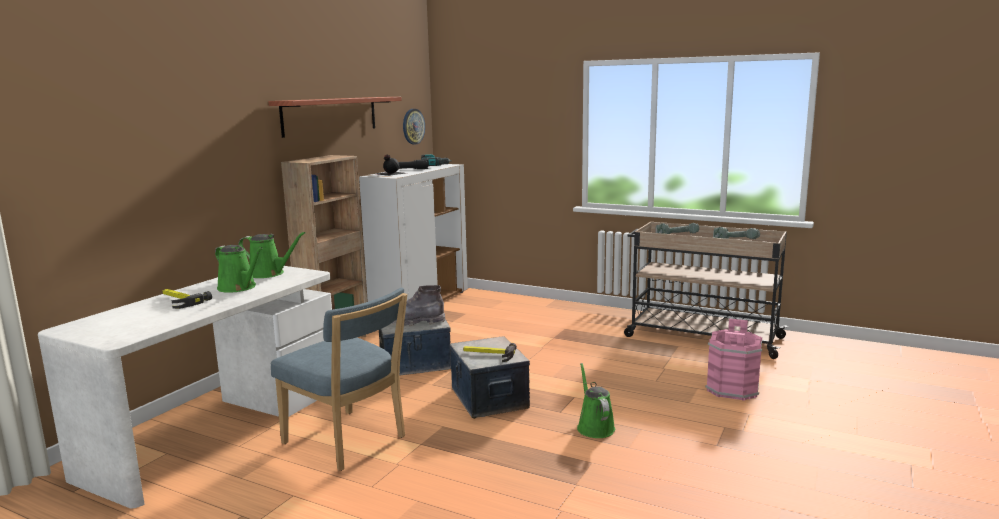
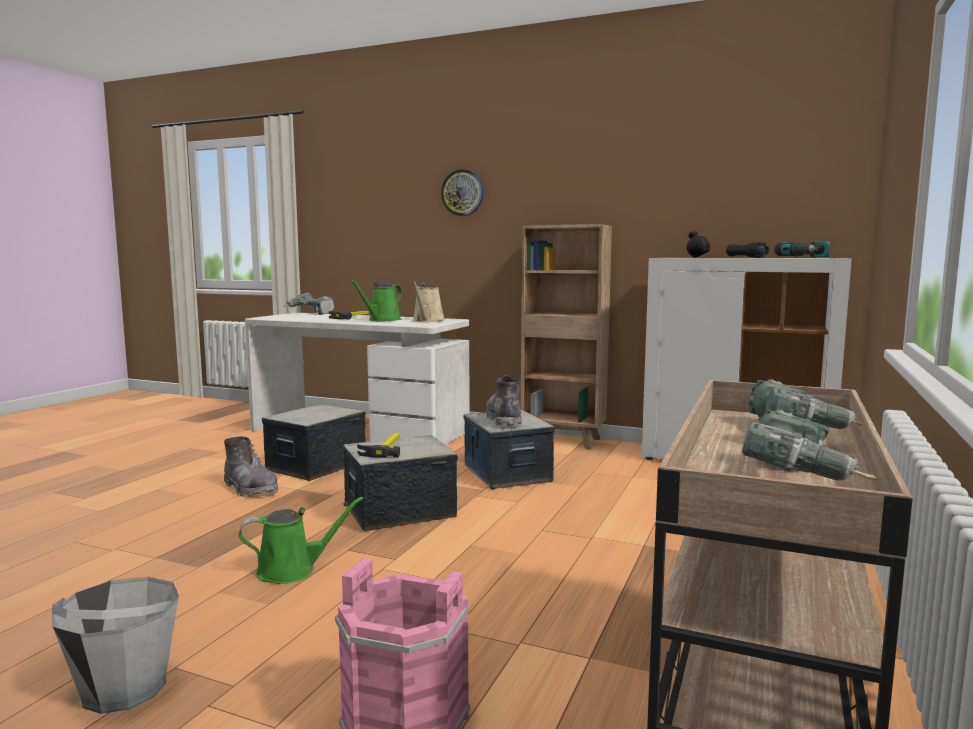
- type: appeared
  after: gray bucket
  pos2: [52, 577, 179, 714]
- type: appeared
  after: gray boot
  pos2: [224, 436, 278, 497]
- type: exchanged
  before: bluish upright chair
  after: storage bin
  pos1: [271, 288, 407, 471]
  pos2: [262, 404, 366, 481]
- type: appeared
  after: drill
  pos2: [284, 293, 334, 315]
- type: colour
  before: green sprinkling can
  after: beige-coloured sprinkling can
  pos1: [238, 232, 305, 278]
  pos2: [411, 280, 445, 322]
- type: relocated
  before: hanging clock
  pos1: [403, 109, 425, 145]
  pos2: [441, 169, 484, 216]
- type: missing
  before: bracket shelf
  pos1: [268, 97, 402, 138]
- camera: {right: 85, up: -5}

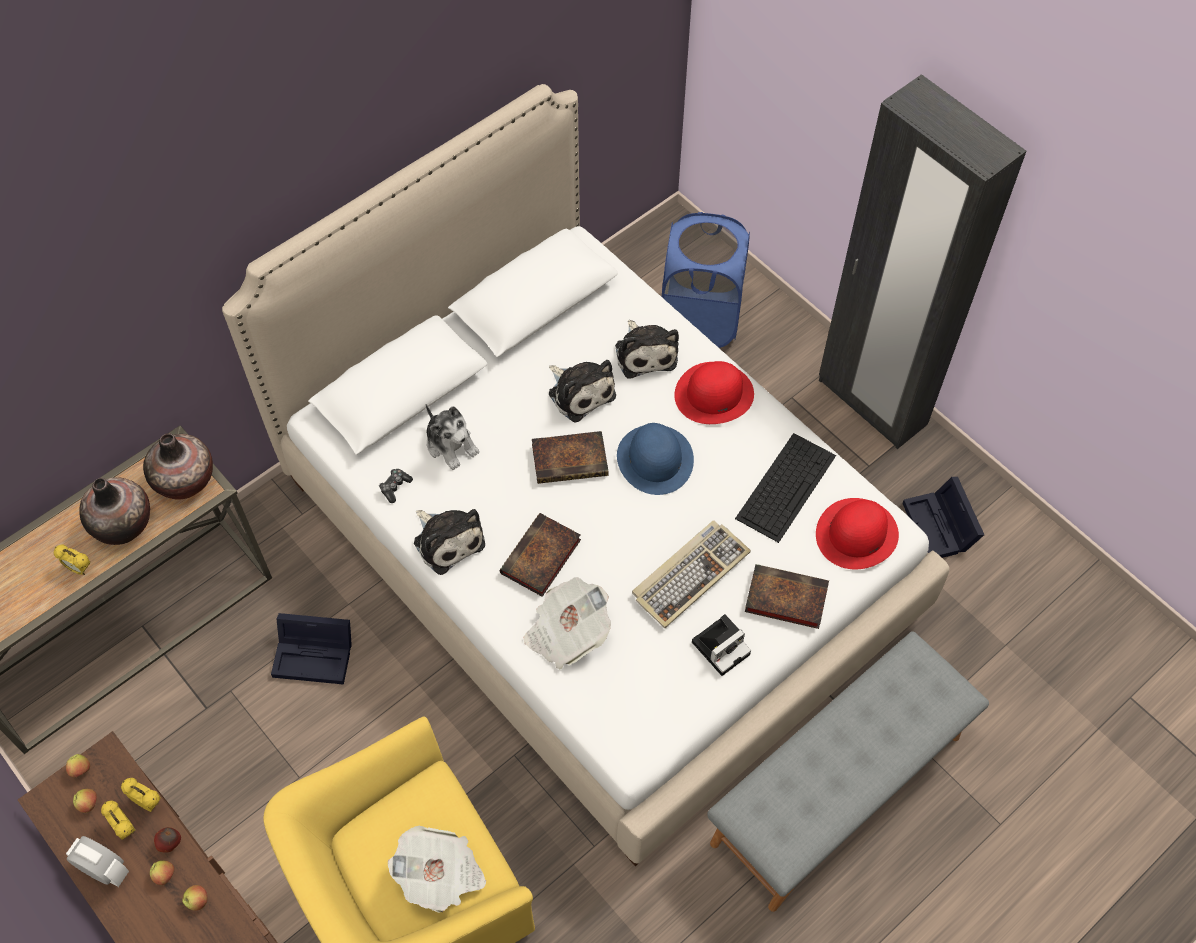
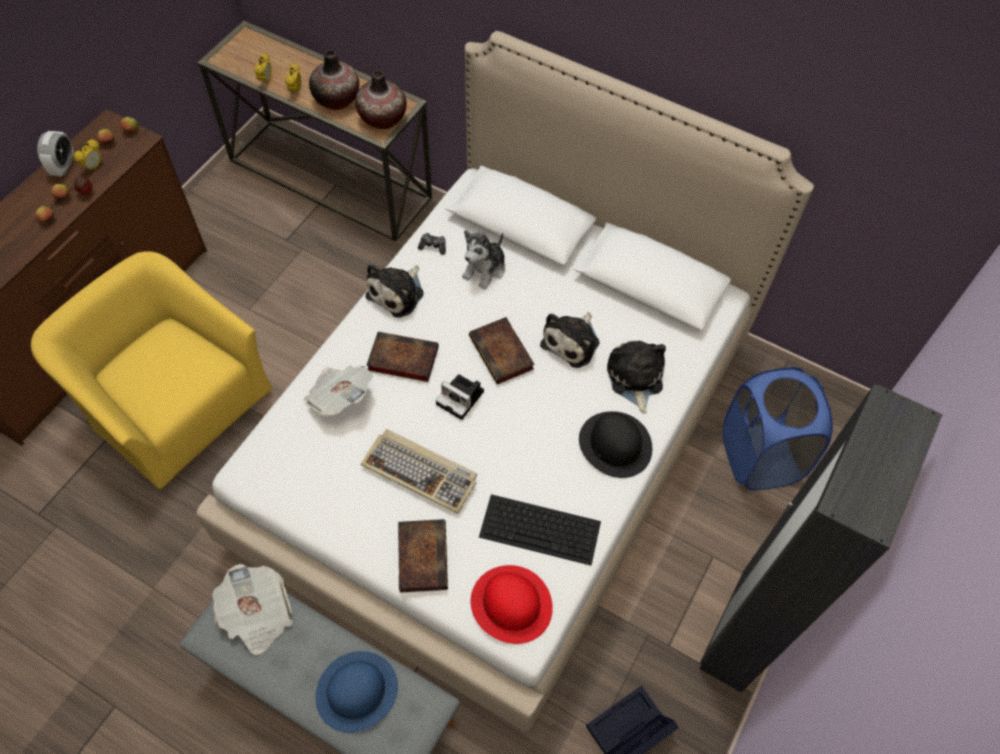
- type: relocated
  before: printed paper
  pos1: [388, 826, 486, 913]
  pos2: [212, 564, 293, 655]
- type: relocated
  before: table clock
  pos1: [121, 778, 161, 812]
  pos2: [254, 53, 272, 85]
- type: relocated
  before: bluish clothing hat
  pos1: [617, 423, 694, 495]
  pos2: [316, 651, 398, 733]
- type: relocated
  before: still camera
  pos1: [692, 614, 751, 676]
  pos2: [436, 374, 484, 420]
- type: colour
  before: red-coloured clothing hat
  after: blackish clothing hat
  pos1: [674, 361, 754, 424]
  pos2: [579, 411, 652, 478]
- type: spun
  before: soft toy
  pos1: [615, 320, 679, 379]
  pos2: [607, 341, 666, 414]
  turn: 120
- type: missing
  before: blackish storage bin
  pos1: [271, 613, 352, 685]
- camera: {right: 70, up: 0}

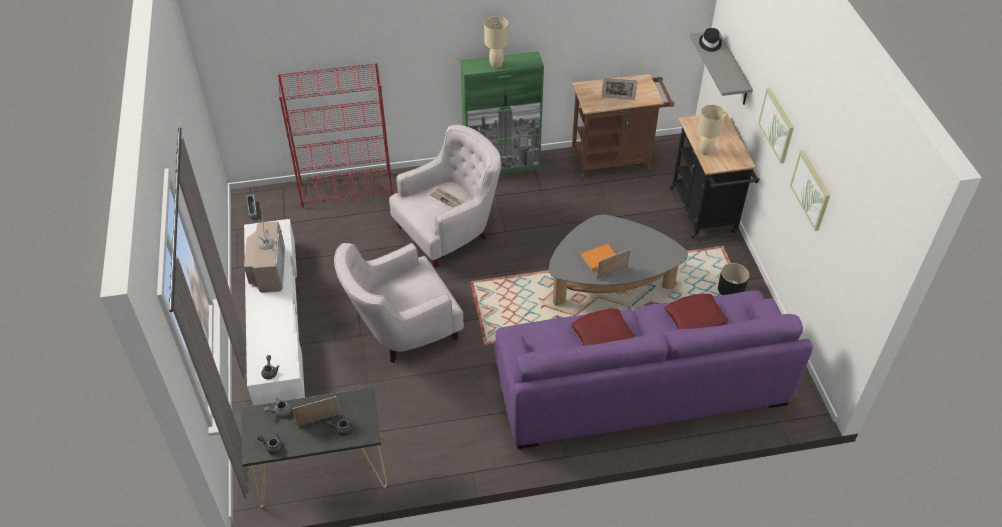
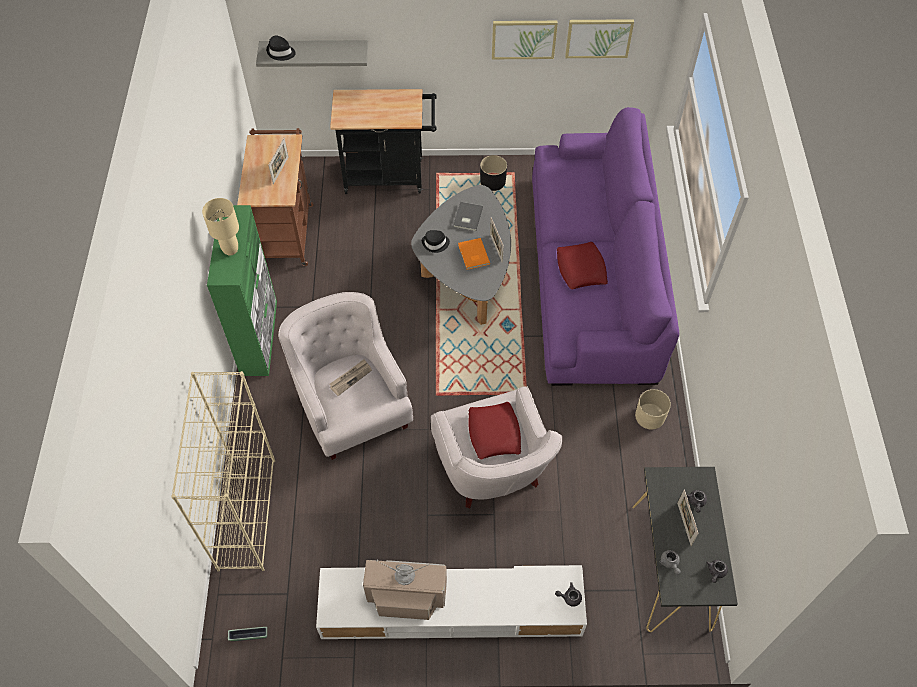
- type: colour
  before: red-coloured bookcase
  after: beige-coloured bookcase
  pos1: [278, 63, 393, 208]
  pos2: [171, 371, 275, 572]
- type: appeared
  after: blackish clothing hat
  pos2: [422, 230, 450, 253]
- type: appeared
  after: gray volume
  pos2: [453, 202, 483, 232]
- type: relocated
  before: red-coloured pillow
  pos1: [664, 294, 729, 330]
  pos2: [468, 402, 521, 459]
- type: relocated
  before: wall art
  pos1: [758, 88, 794, 163]
  pos2: [565, 19, 634, 58]
- type: appeared
  after: beige-coloured plant pot
  pos2: [635, 389, 671, 430]
- type: missing
  before: beige-coloured lamp for a table
  pos1: [698, 105, 726, 155]
- camera: {right: -80, up: 10}

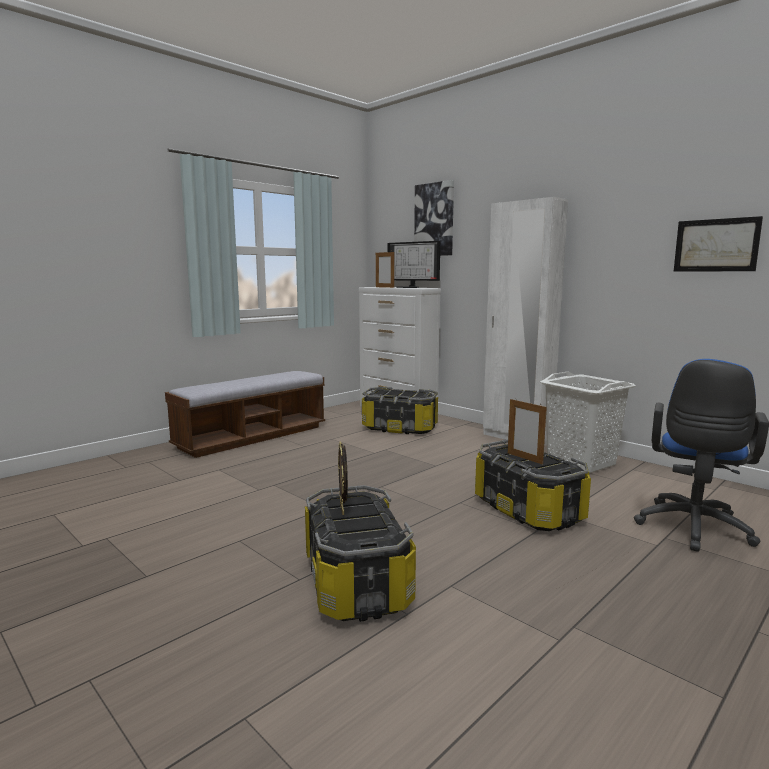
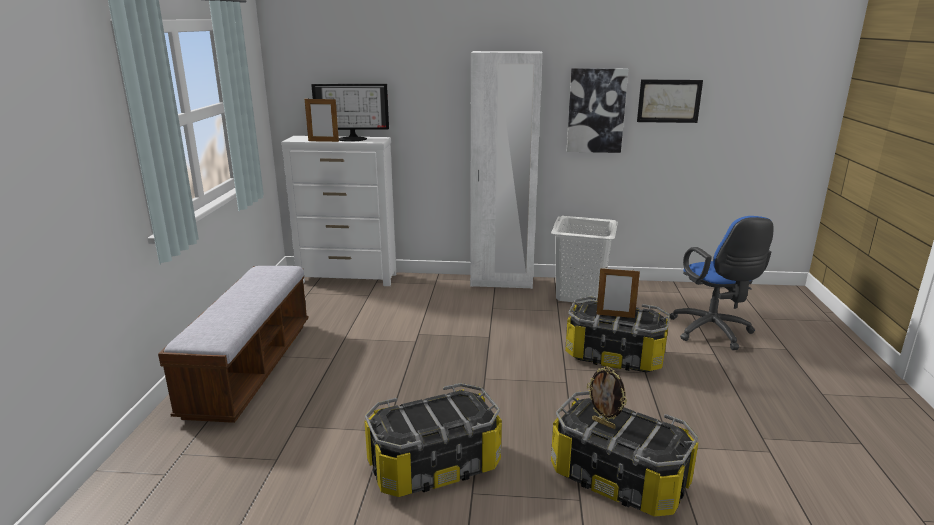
- type: relocated
  before: storage bin
  pos1: [362, 387, 438, 434]
  pos2: [364, 383, 502, 497]
- type: relocated
  before: wall art
  pos1: [414, 180, 454, 256]
  pos2: [567, 68, 628, 153]
- camera: {right: -40, up: 10}

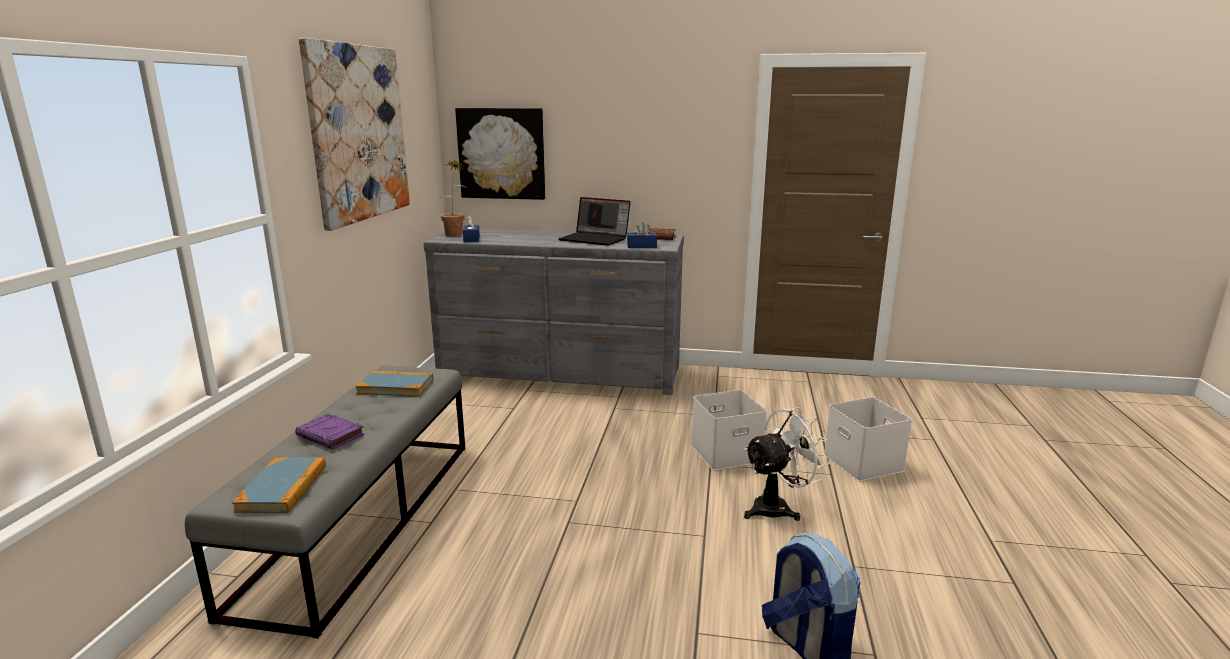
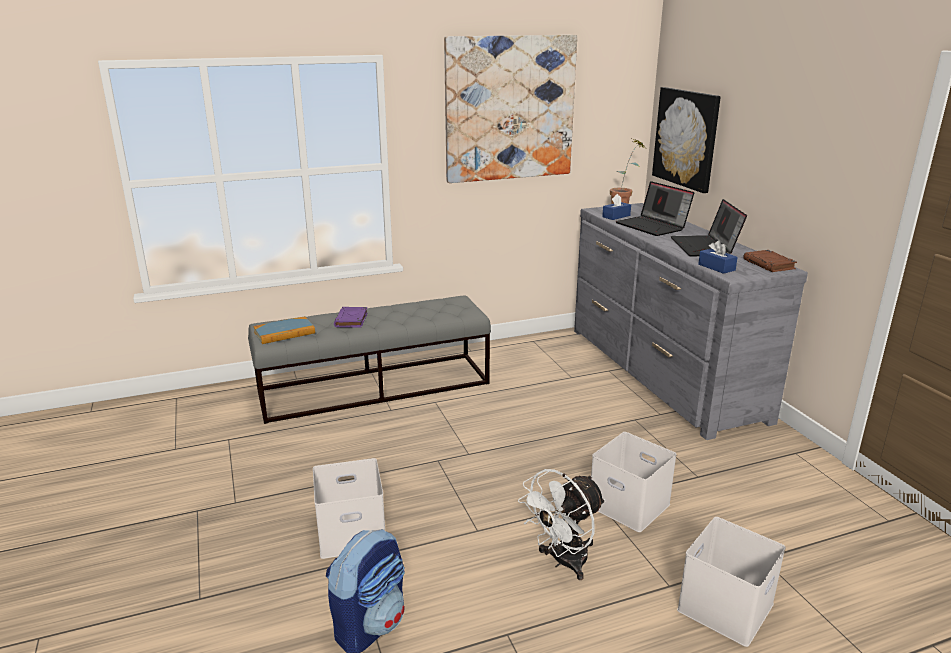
- type: appeared
  after: whitish storage bin
  pos2: [313, 458, 385, 559]
- type: spun
  before: whitish cooling fan
  pos1: [744, 407, 830, 521]
  pos2: [518, 469, 606, 580]
  turn: 105
- type: appeared
  after: portable computer
  pos2: [615, 181, 694, 236]
- type: missing
  before: volume
  pos1: [356, 371, 433, 396]
- camera: {right: 60, up: 5}

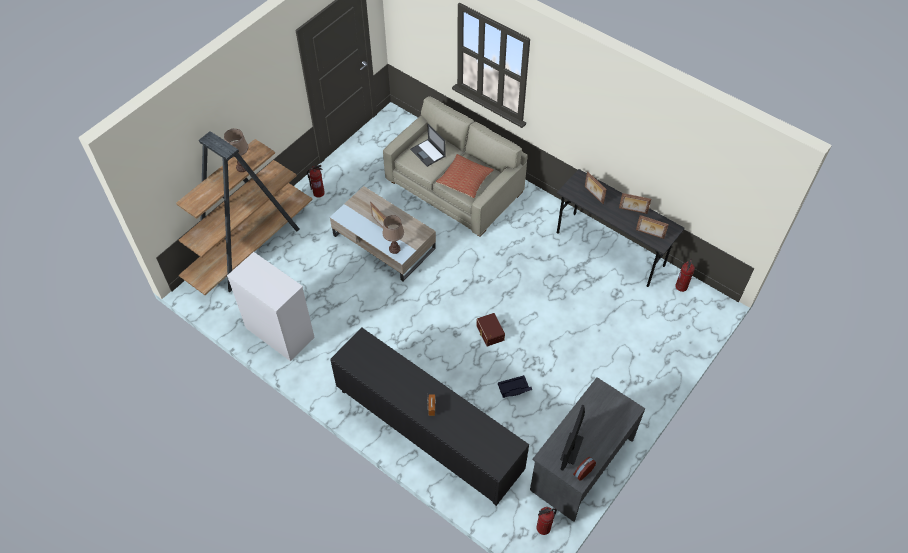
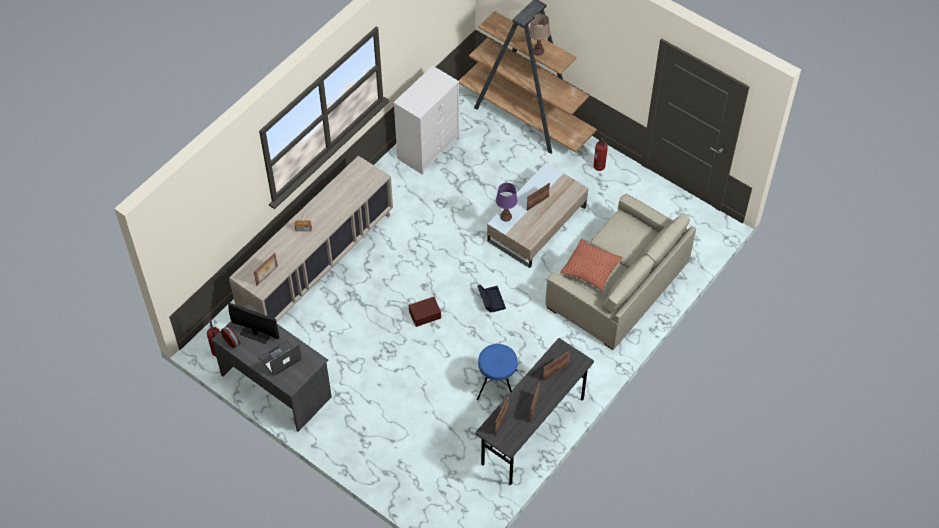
- type: colour
  before: blackish cabinet
  after: beige-coloured cabinet
  pos1: [330, 327, 529, 506]
  pos2: [229, 156, 393, 322]
- type: appeared
  after: photo frame
  pos2: [254, 253, 278, 286]
- type: relocated
  before: portable computer
  pos1: [410, 124, 446, 167]
  pos2: [258, 340, 302, 377]
- type: relocated
  before: blackish storage bin
  pos1: [498, 375, 532, 398]
  pos2: [477, 285, 506, 313]
- type: appeared
  after: bluish stool
  pos2: [477, 344, 518, 400]
- type: colour
  before: brown lamp for a table
  after: purple-coloured lamp for a table
  pos1: [382, 215, 404, 254]
  pos2: [496, 183, 518, 222]
- type: missing
  before: fire extinguisher
  pos1: [675, 259, 695, 292]
- camera: {right: 90, up: 0}

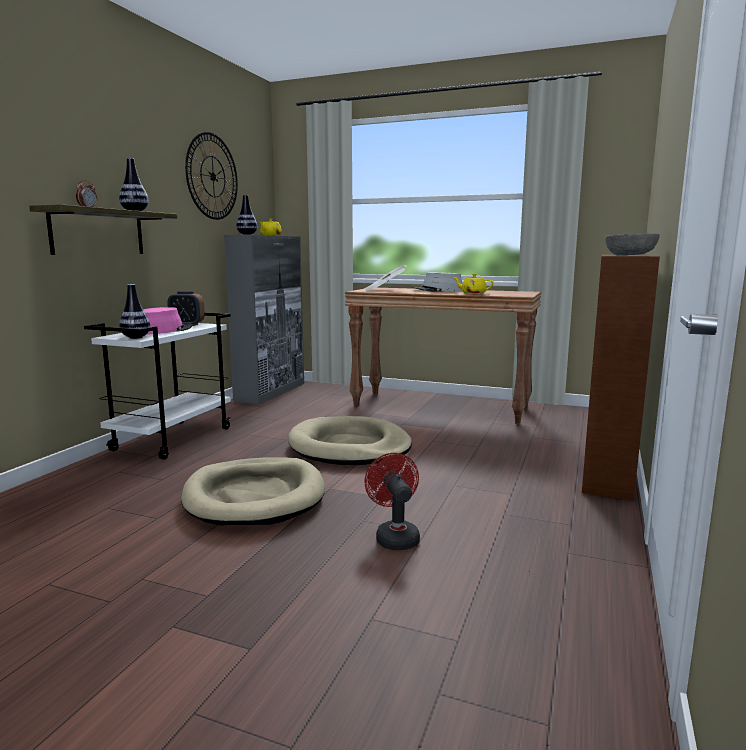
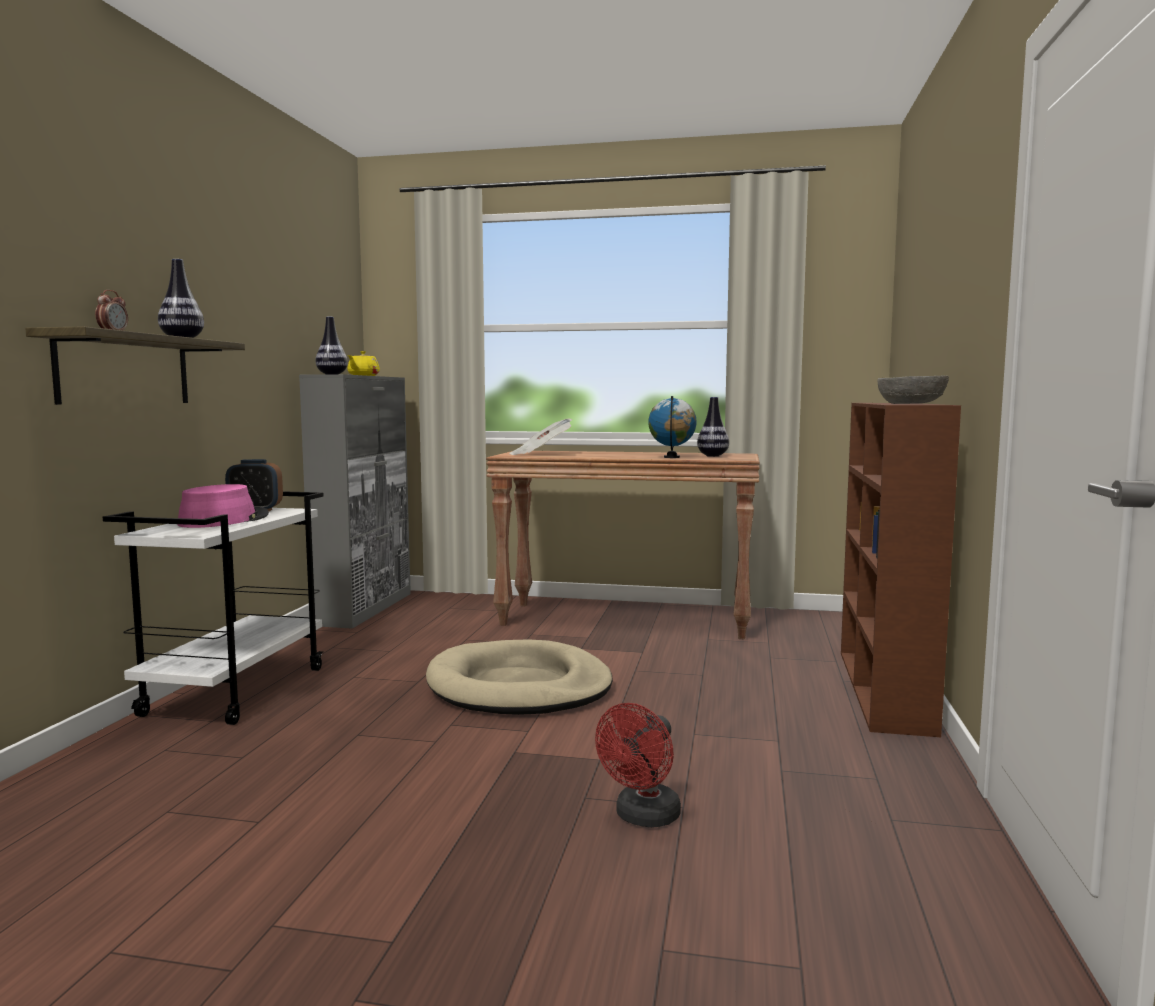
- type: spun
  before: red-coloured cooling fan
  pos1: [364, 453, 420, 550]
  pos2: [595, 703, 681, 828]
  turn: -120
- type: exchanged
  before: yellow-coloured tea pot
  after: world globe
  pos1: [454, 274, 493, 294]
  pos2: [648, 396, 697, 458]
- type: relocated
  before: vase
  pos1: [119, 284, 150, 339]
  pos2: [697, 397, 729, 457]
- type: missing
  before: beige-coloured dog bed
  pos1: [181, 458, 325, 526]
- type: missing
  before: hanging clock
  pos1: [185, 132, 238, 220]
- type: missing
  before: gray clothing hat
  pos1: [413, 272, 462, 292]
- camera: {right: -10, up: -5}

